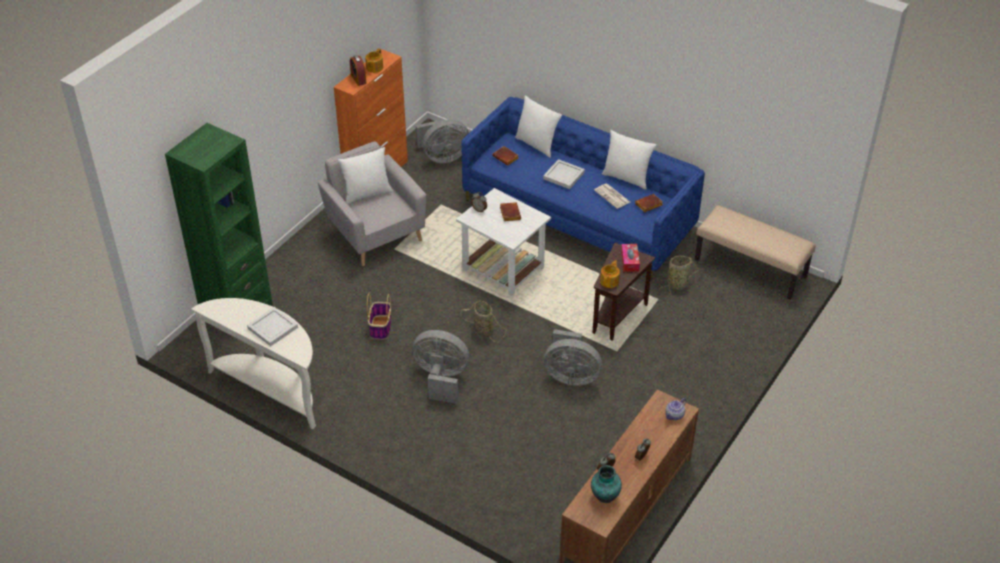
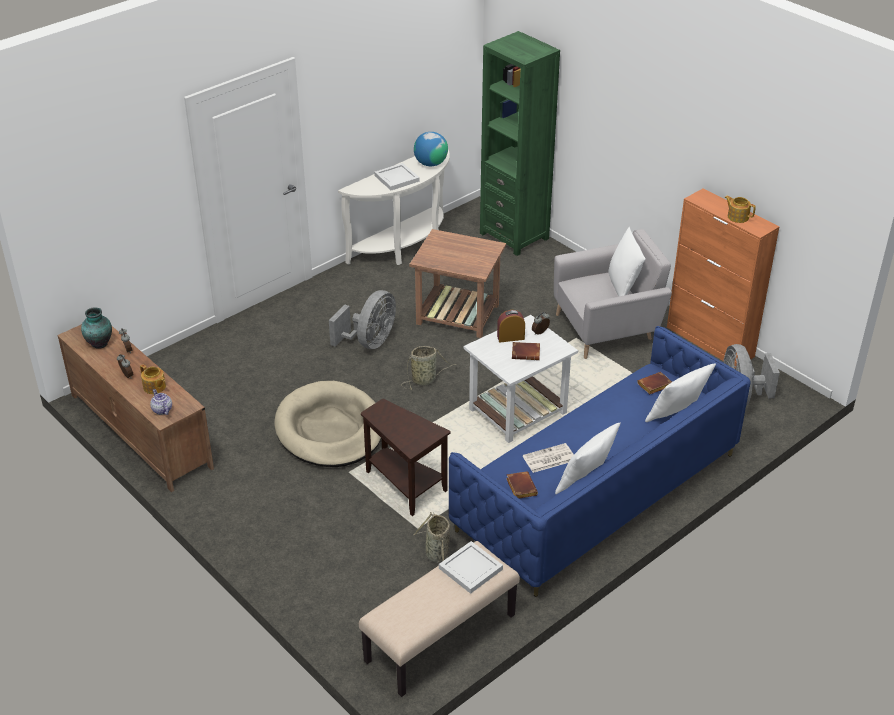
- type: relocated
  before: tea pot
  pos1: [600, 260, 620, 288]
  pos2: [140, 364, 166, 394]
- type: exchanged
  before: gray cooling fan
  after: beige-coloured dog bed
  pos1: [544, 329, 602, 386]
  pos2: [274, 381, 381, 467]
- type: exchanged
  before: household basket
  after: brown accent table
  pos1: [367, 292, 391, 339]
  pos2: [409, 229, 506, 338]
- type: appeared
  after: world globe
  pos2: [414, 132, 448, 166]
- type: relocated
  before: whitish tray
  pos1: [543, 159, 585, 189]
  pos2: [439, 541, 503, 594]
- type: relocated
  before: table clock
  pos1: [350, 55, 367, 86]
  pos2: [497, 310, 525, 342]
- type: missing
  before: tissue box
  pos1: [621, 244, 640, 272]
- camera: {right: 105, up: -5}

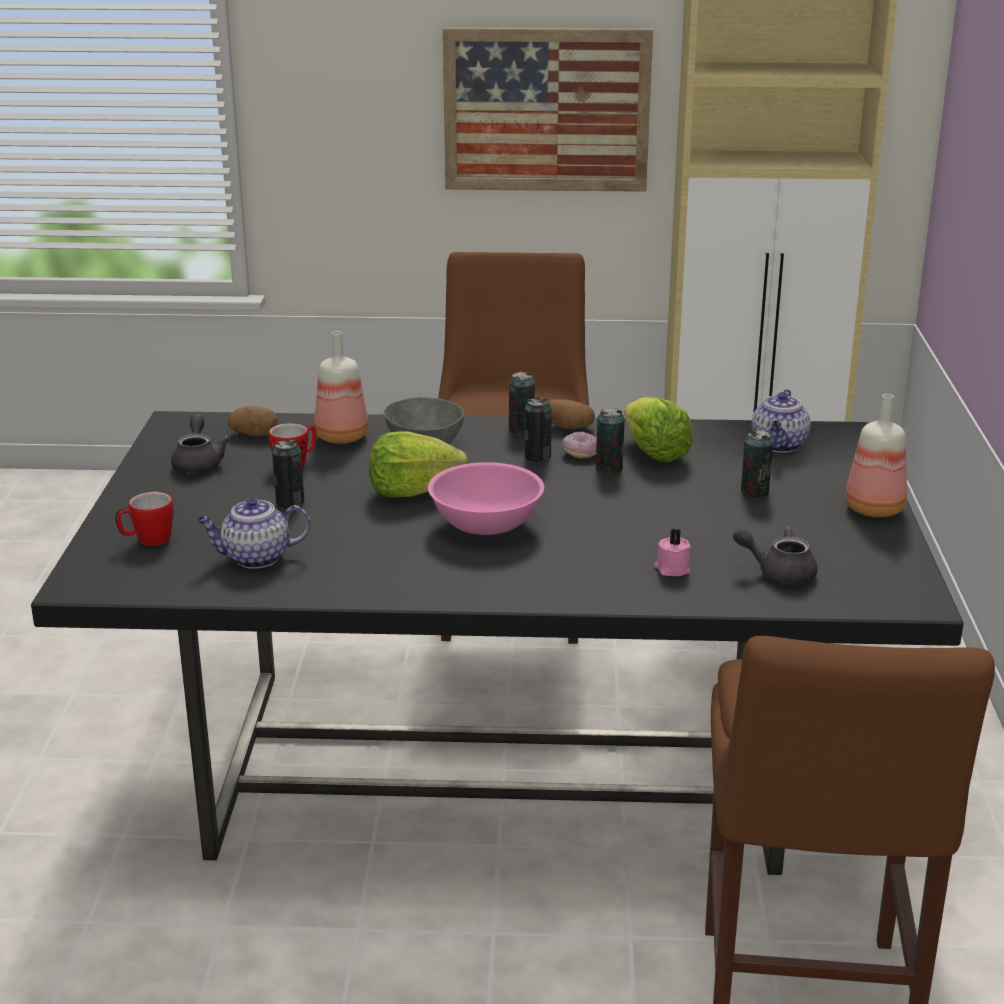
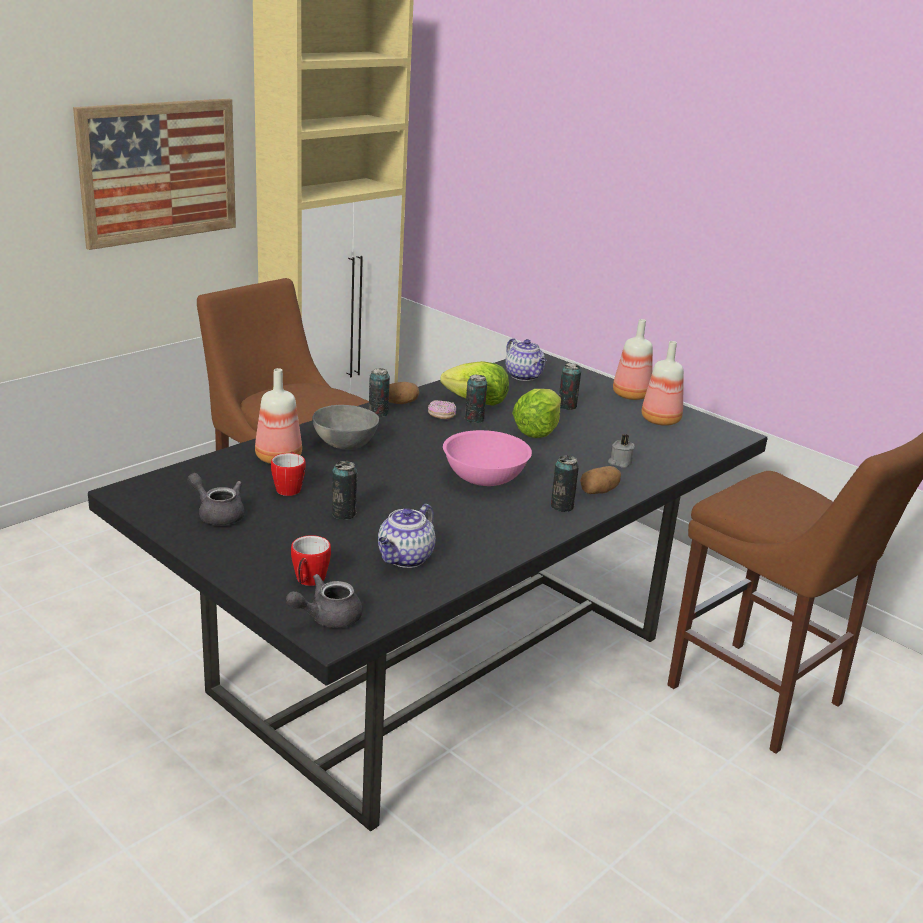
- type: relocated
  before: gray tea pot
  pos1: [733, 527, 818, 584]
  pos2: [286, 574, 363, 628]
- type: relocated
  before: lettuce
  pos1: [369, 431, 468, 497]
  pos2: [512, 389, 561, 438]
- type: relocated
  before: can
  pos1: [525, 397, 552, 462]
  pos2: [551, 455, 579, 512]
- type: relocated
  before: spud
  pos1: [227, 406, 278, 436]
  pos2: [580, 466, 621, 494]
- type: colour
  before: pink-coloured candle
  after: gray candle
  pos1: [654, 529, 691, 576]
  pos2: [608, 434, 635, 468]
- type: appeared
  after: beverage bottle
  pos2: [641, 341, 684, 426]
- camera: {right: -50, up: 0}

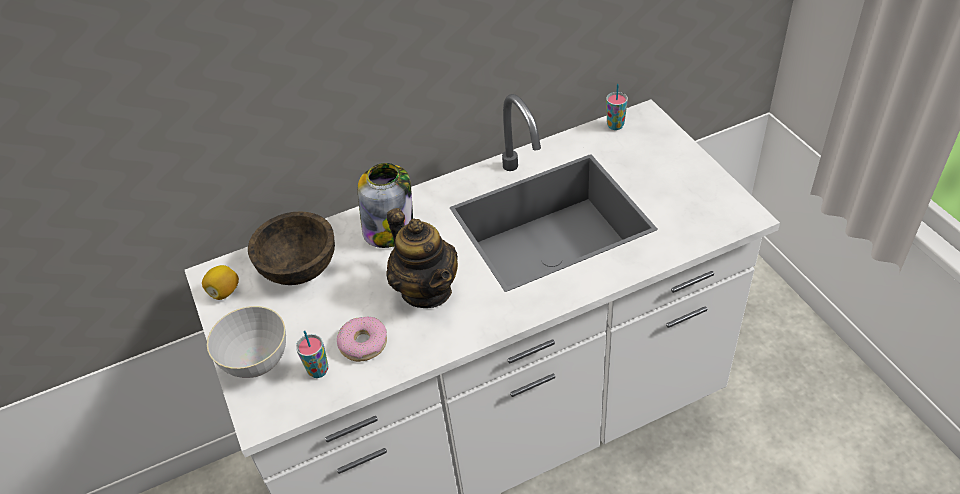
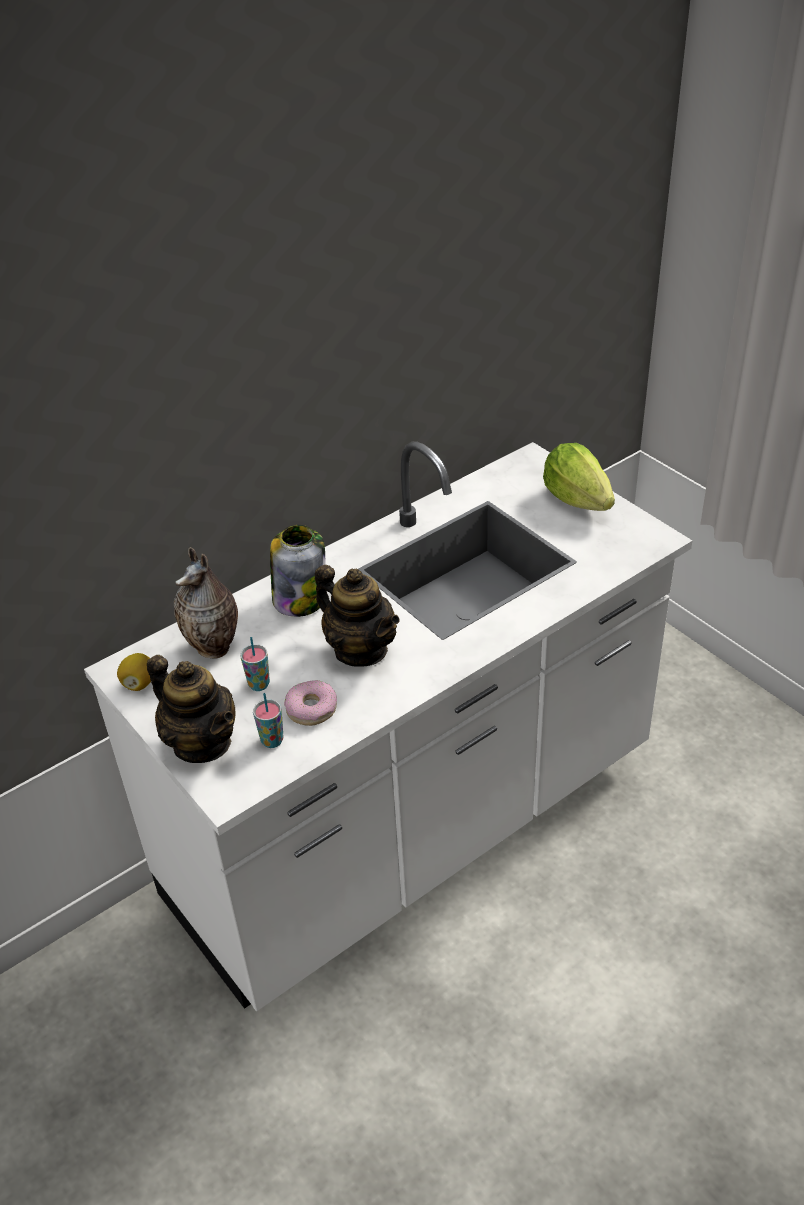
- type: exchanged
  before: gray deep dish
  after: tea pot
  pos1: [207, 306, 286, 378]
  pos2: [147, 655, 235, 763]
- type: exchanged
  before: brown deep dish
  after: vase
  pos1: [248, 211, 335, 285]
  pos2: [174, 547, 238, 659]
- type: relocated
  before: small cup
  pos1: [606, 84, 628, 130]
  pos2: [240, 637, 270, 691]
- type: appeared
  after: lettuce
  pos2: [543, 443, 615, 511]
- camera: {right: -15, up: -5}

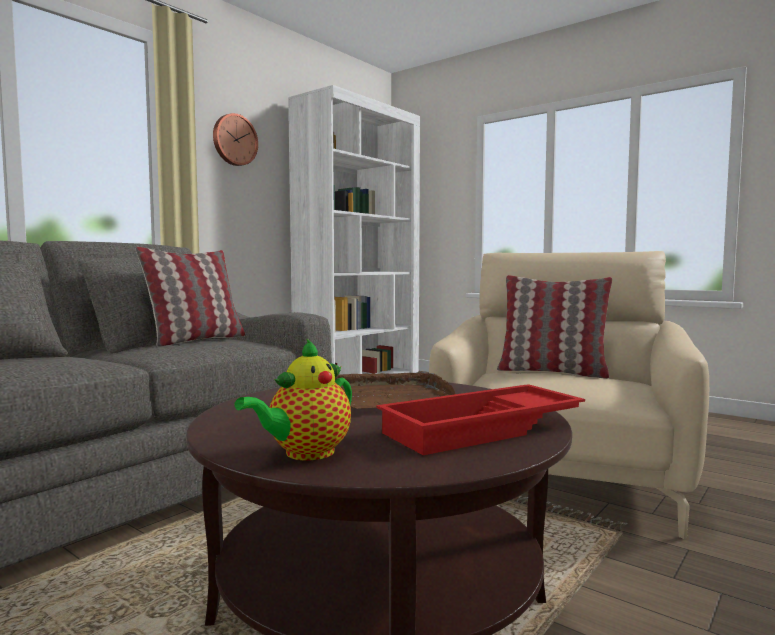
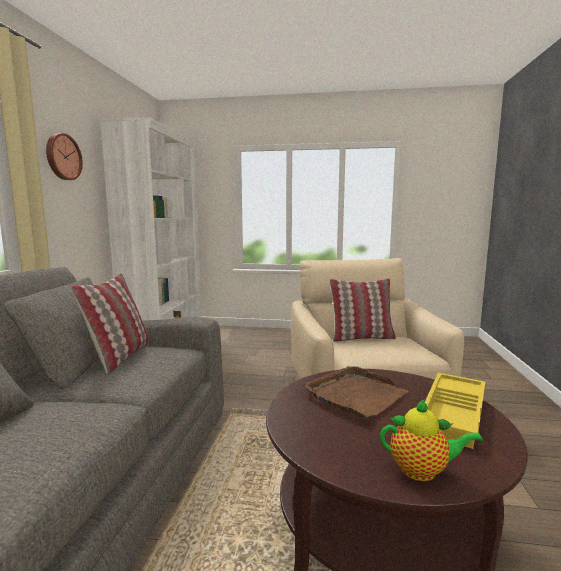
- type: spun
  before: tea pot
  pos1: [235, 338, 352, 461]
  pos2: [380, 400, 483, 481]
  turn: -90
- type: colour
  before: red-coloured tray
  after: yellow-coloured tray
  pos1: [376, 384, 585, 455]
  pos2: [425, 373, 485, 449]
- camera: {right: -30, up: 5}

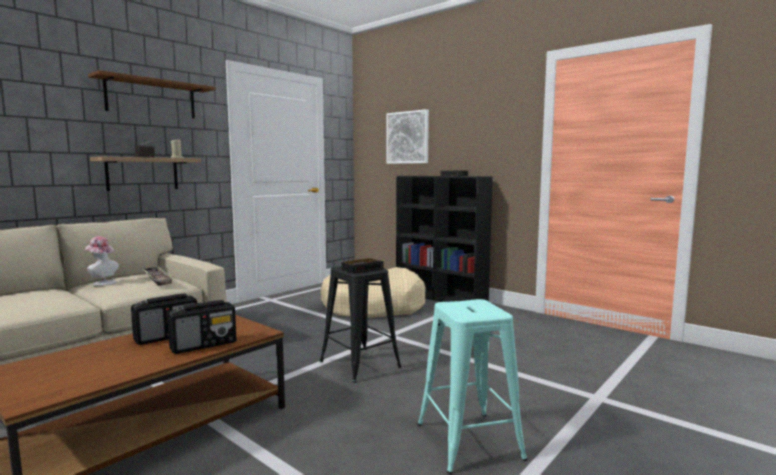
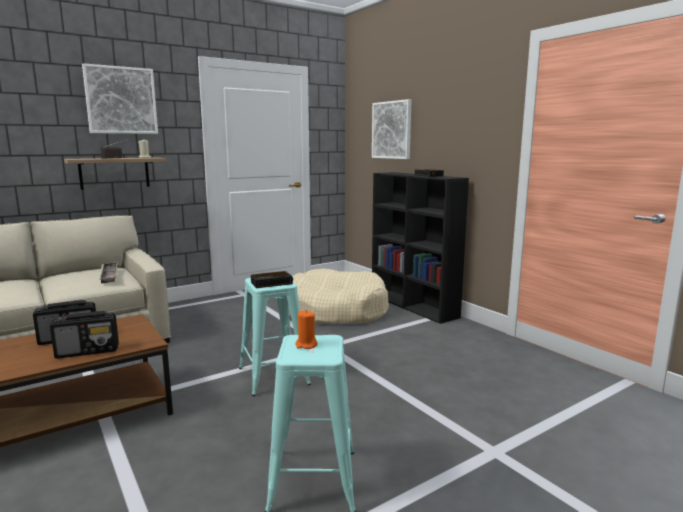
- type: exchanged
  before: bracket shelf
  after: wall art
  pos1: [88, 70, 216, 119]
  pos2: [82, 63, 158, 134]
- type: colour
  before: blackish stool
  after: turquoise stool
  pos1: [320, 266, 402, 383]
  pos2: [239, 278, 311, 396]
- type: appeared
  after: orange-coloured candle
  pos2: [295, 310, 318, 349]
- type: missing
  before: clothing hat
  pos1: [85, 236, 119, 286]
- camera: {right: 15, up: 5}

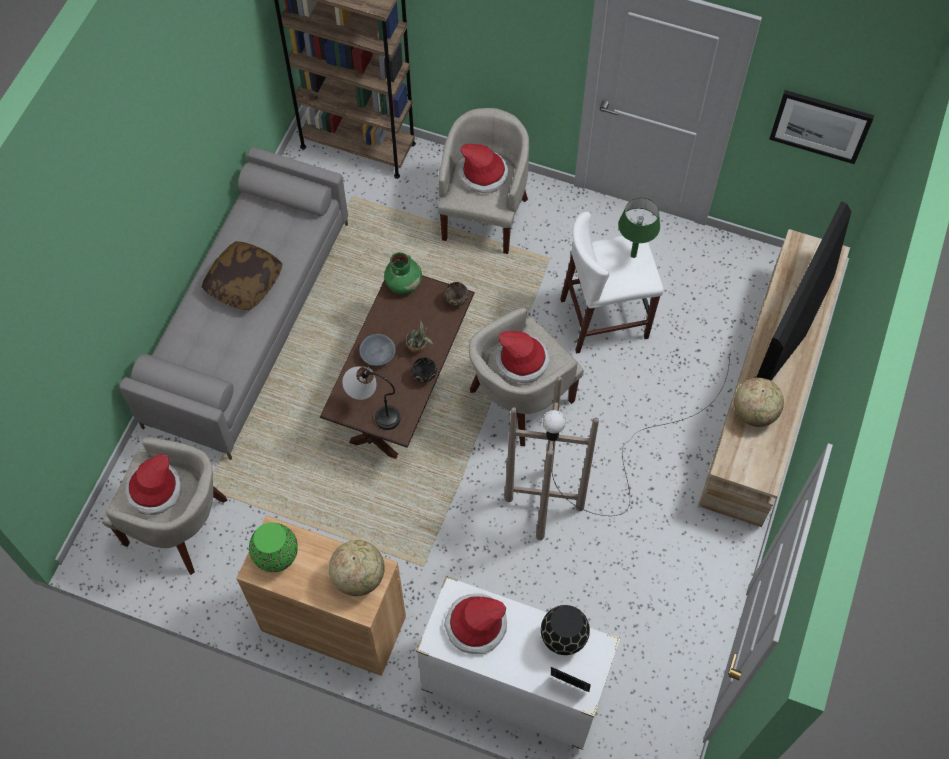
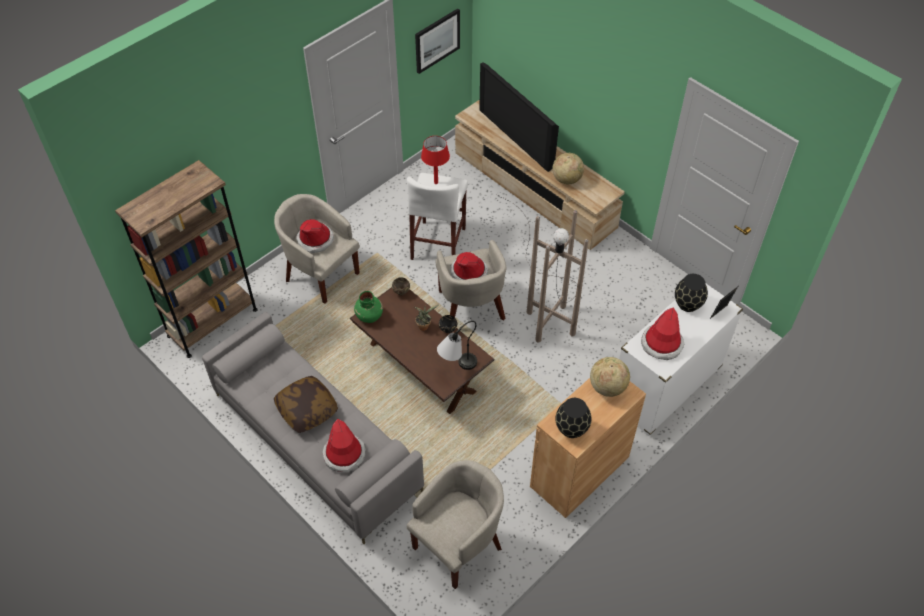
- type: relocated
  before: clothing hat
  pos1: [126, 454, 182, 515]
  pos2: [323, 419, 365, 472]
- type: colour
  before: green lamp for a table
  after: red-coloured lamp for a table
  pos1: [618, 197, 660, 258]
  pos2: [421, 136, 450, 184]
- type: colour
  before: green vase
  after: blackish vase
  pos1: [249, 522, 298, 572]
  pos2: [555, 398, 592, 438]
- type: missing
  before: gray deep dish
  pos1: [359, 334, 395, 366]
- camera: {right: -65, up: -10}

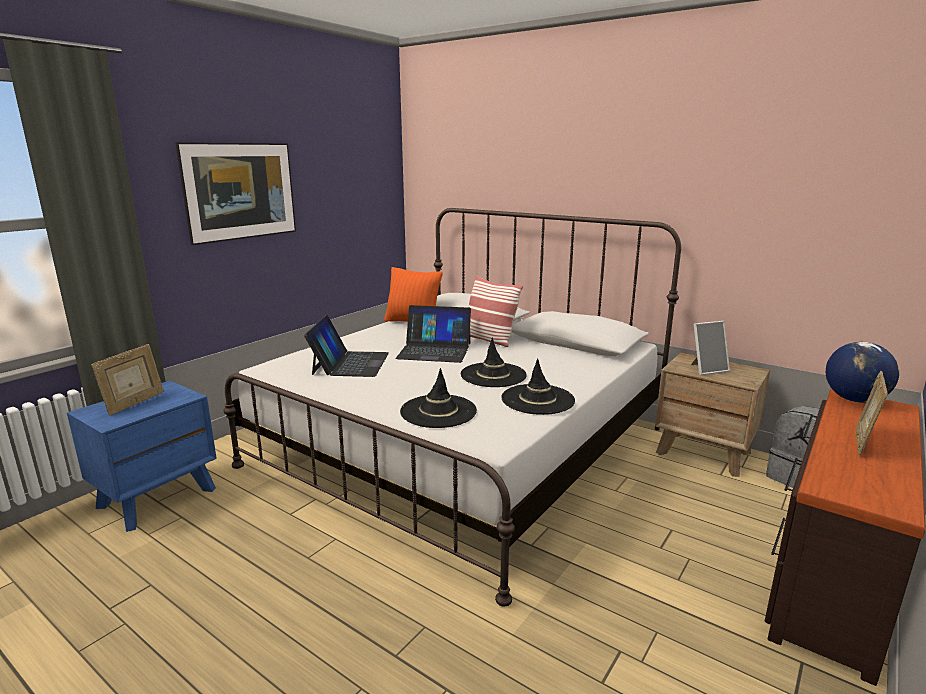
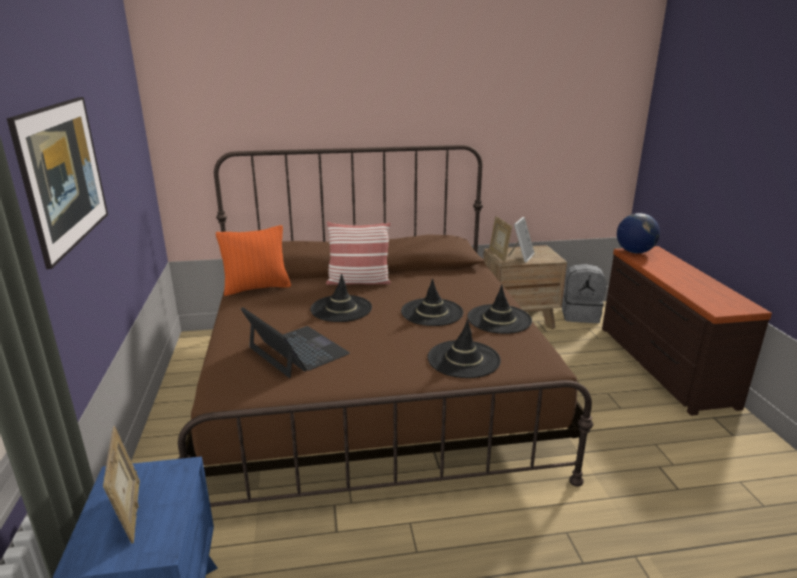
- type: colour
  before: whitish sleeping bed
  after: brown sleeping bed
  pos1: [224, 208, 681, 607]
  pos2: [178, 145, 593, 507]
- type: exchanged
  before: portable computer
  after: blackish clothing hat
  pos1: [395, 305, 471, 363]
  pos2: [310, 274, 372, 322]
- type: relocated
  before: photo frame
  pos1: [855, 371, 888, 455]
  pos2: [489, 216, 512, 262]
- camera: {right: -45, up: 5}

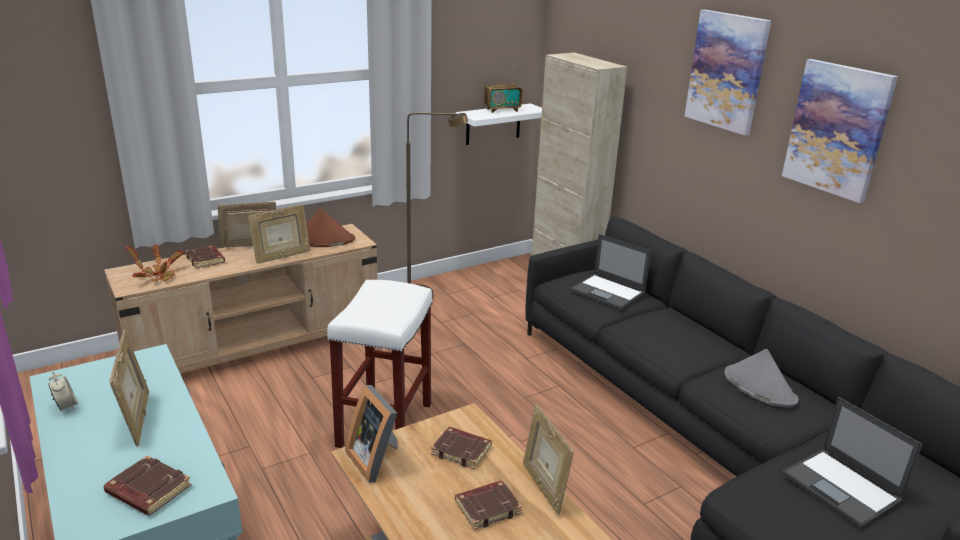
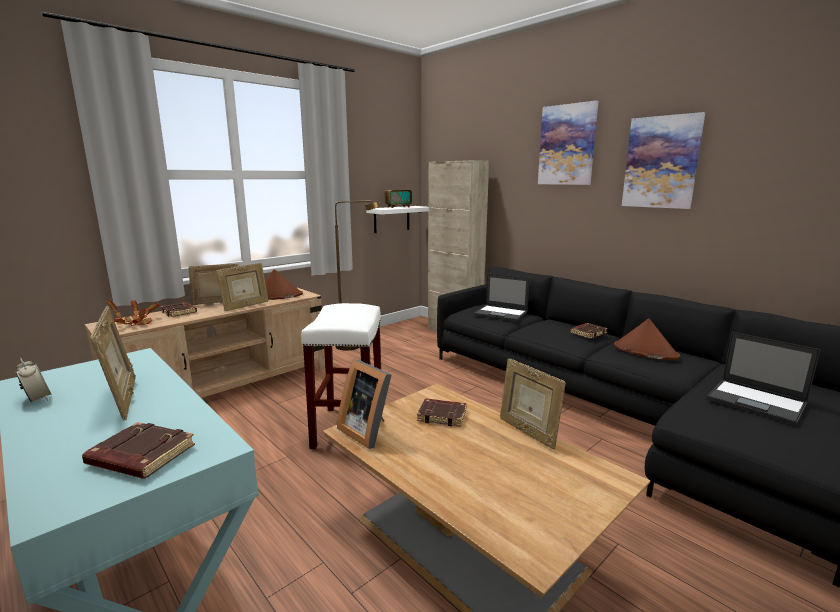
- type: relocated
  before: brown volume
  pos1: [455, 480, 522, 530]
  pos2: [570, 323, 608, 339]
- type: colour
  before: gray clothing hat
  after: brown clothing hat
  pos1: [724, 349, 799, 408]
  pos2: [614, 318, 680, 360]
- camera: {right: -10, up: -10}

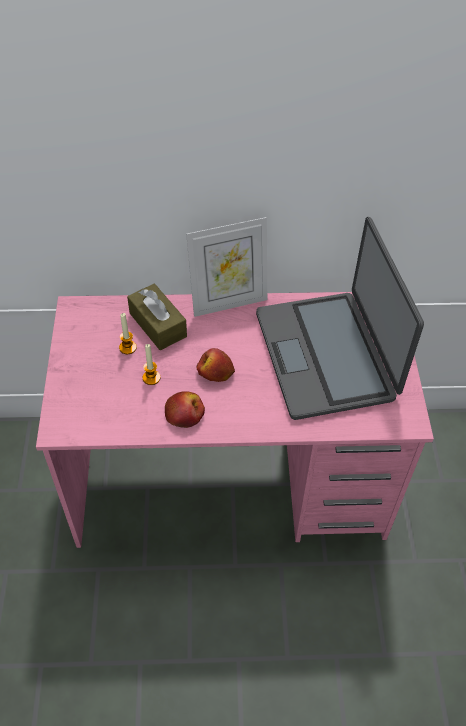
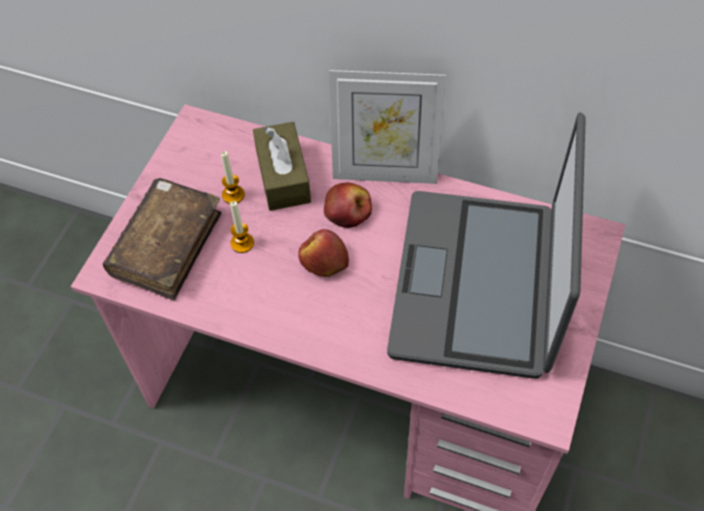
- type: appeared
  after: brown volume
  pos2: [103, 178, 222, 300]
- type: relocated
  before: apple
  pos1: [165, 391, 205, 428]
  pos2: [324, 182, 372, 228]
- camera: {right: 25, up: 5}

